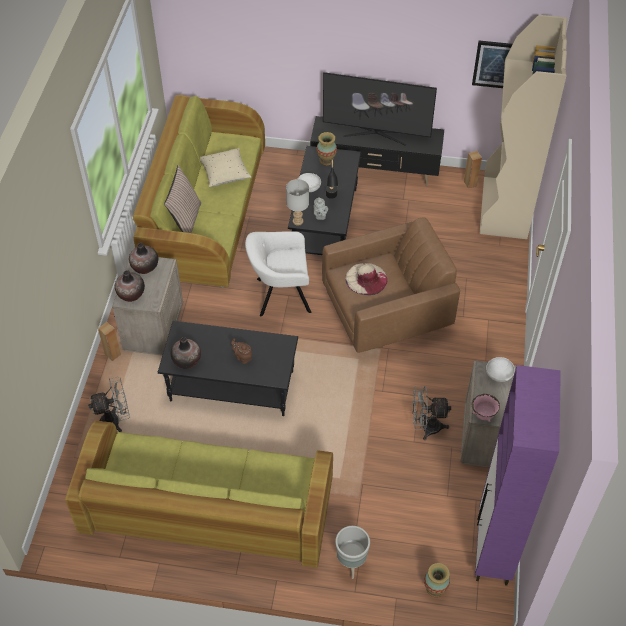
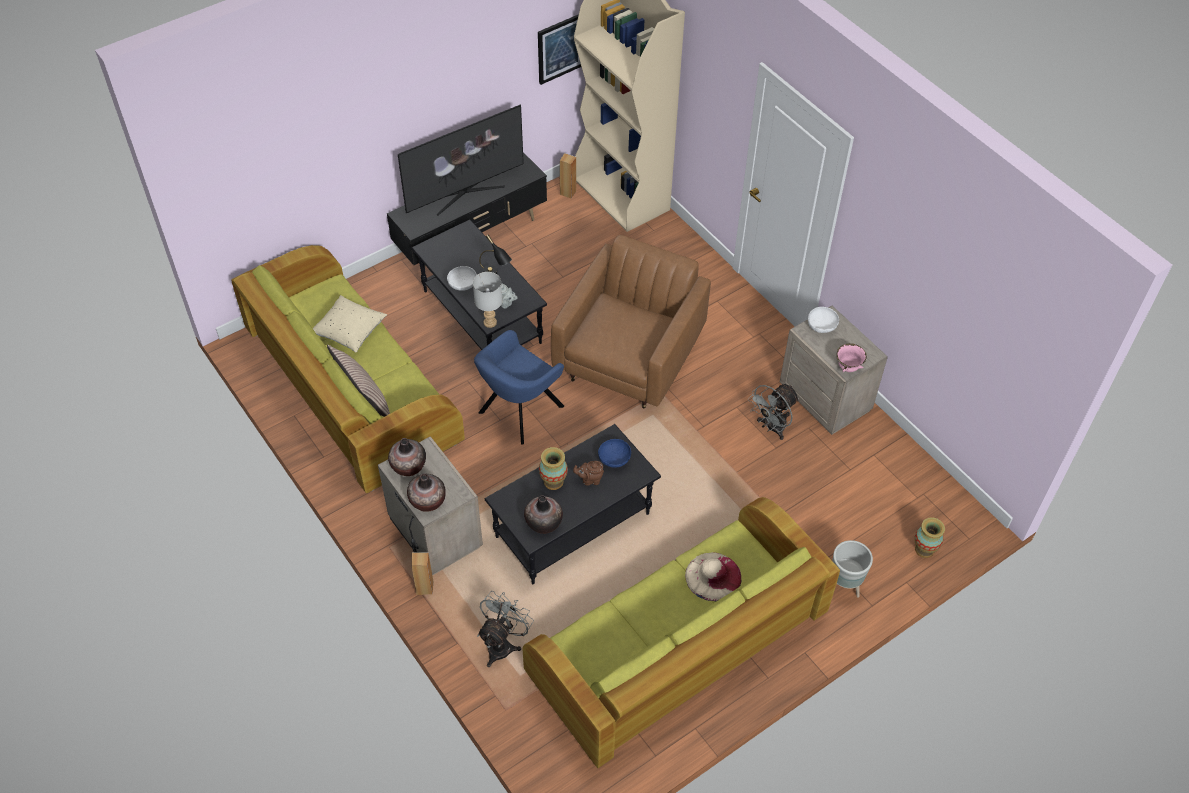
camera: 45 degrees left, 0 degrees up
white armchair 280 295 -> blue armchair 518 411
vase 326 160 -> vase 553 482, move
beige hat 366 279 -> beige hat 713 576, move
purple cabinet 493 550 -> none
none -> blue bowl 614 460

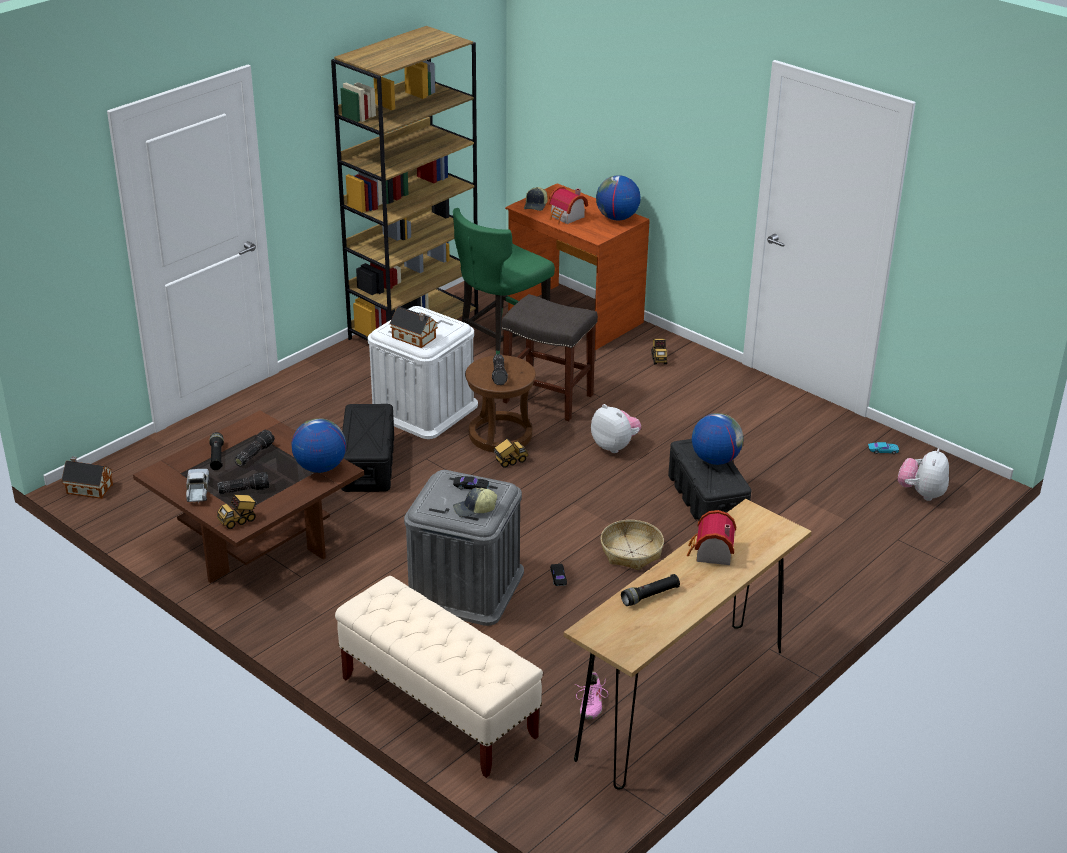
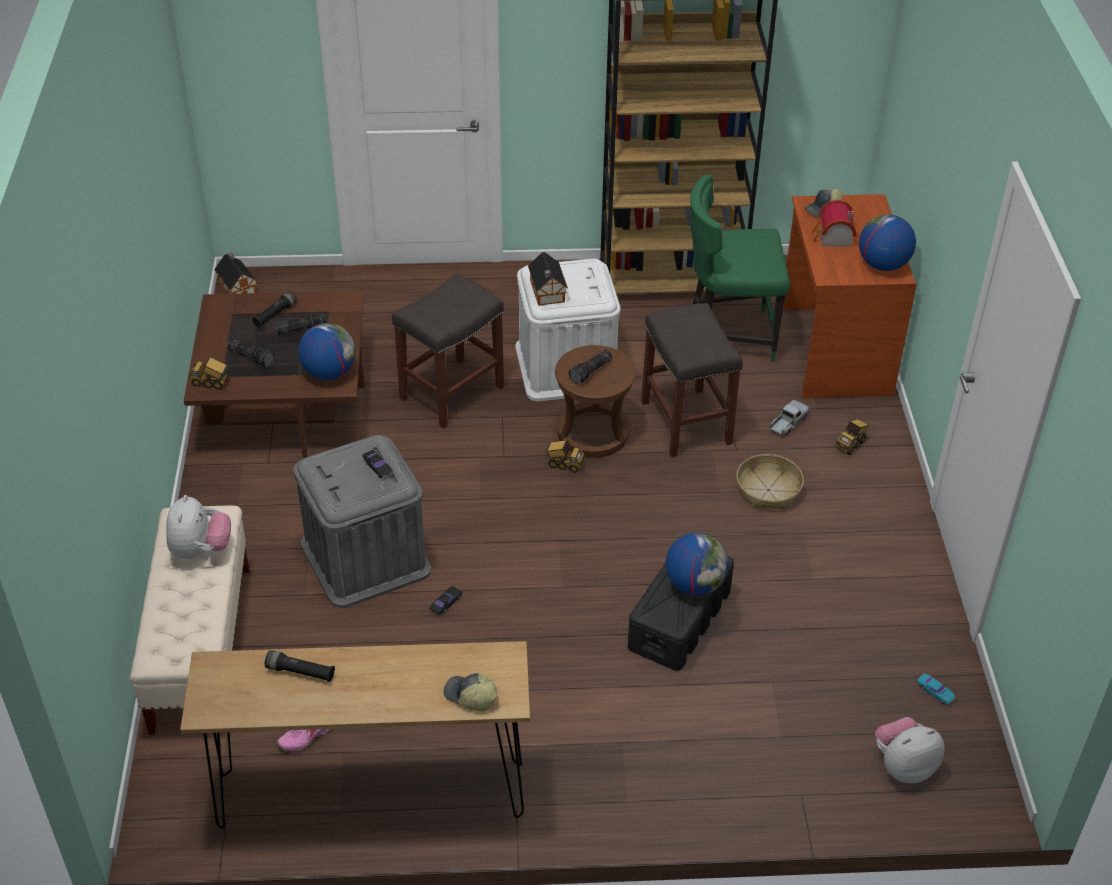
camera: 45 degrees right, 10 degrees up
toy truck 198 491 -> toy truck 788 423, move
black storage box 368 463 -> grey stool 452 392
cap 474 509 -> cap 470 696, move
plush toy 615 446 -> plush toy 200 550, move
basket 631 552 -> basket 768 490, move
toy house 711 553 -> none

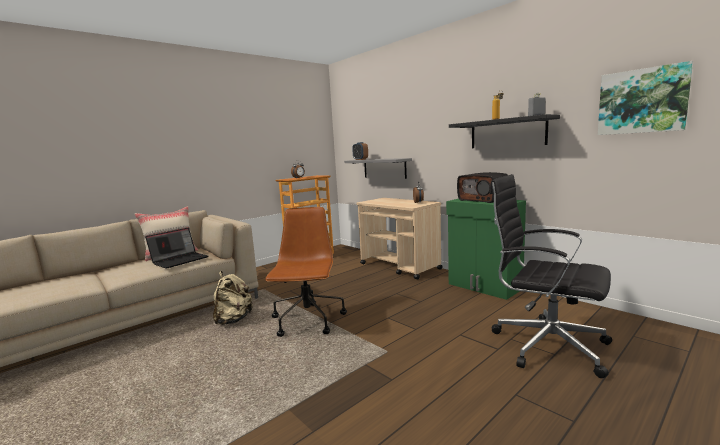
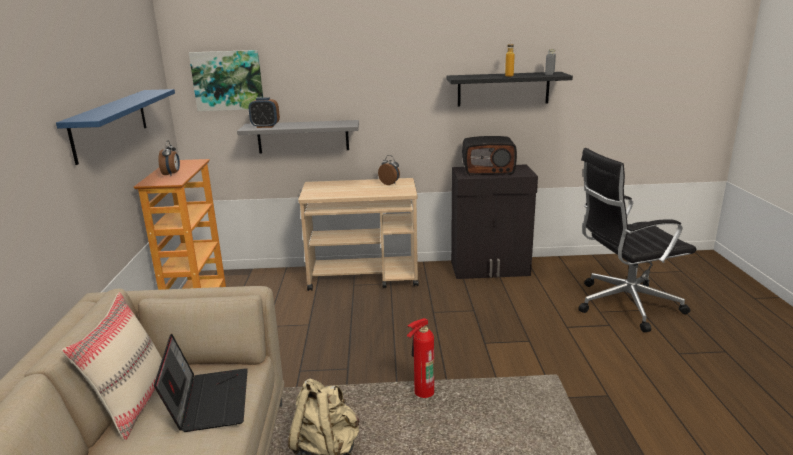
camera: 50 degrees left, 10 degrees up
brown office chair 308 321 -> fire extinguisher 421 392
green cabinet 484 287 -> black cabinet 490 269
picture 642 101 -> picture 228 80, move
none -> blue shelf 110 124

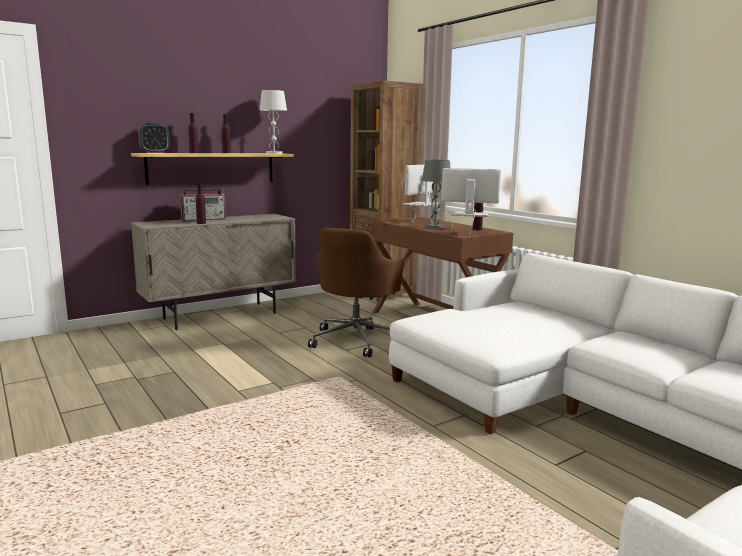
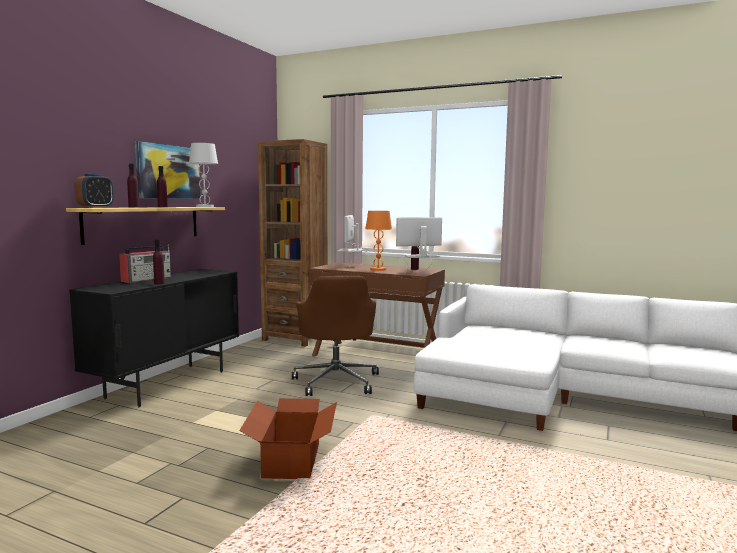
camera: 30 degrees left, 5 degrees down
beige cabinet 221 316 -> black cabinet 168 384
grey table lamp 434 227 -> orange table lamp 378 269
none -> picture 168 172
none -> cardboard box 290 460

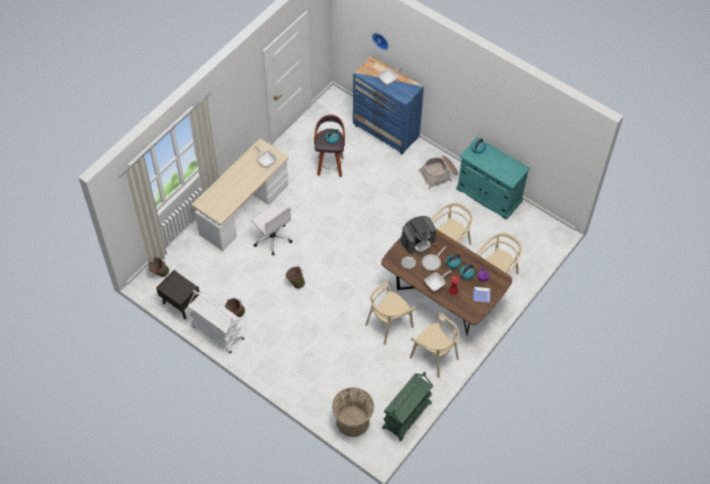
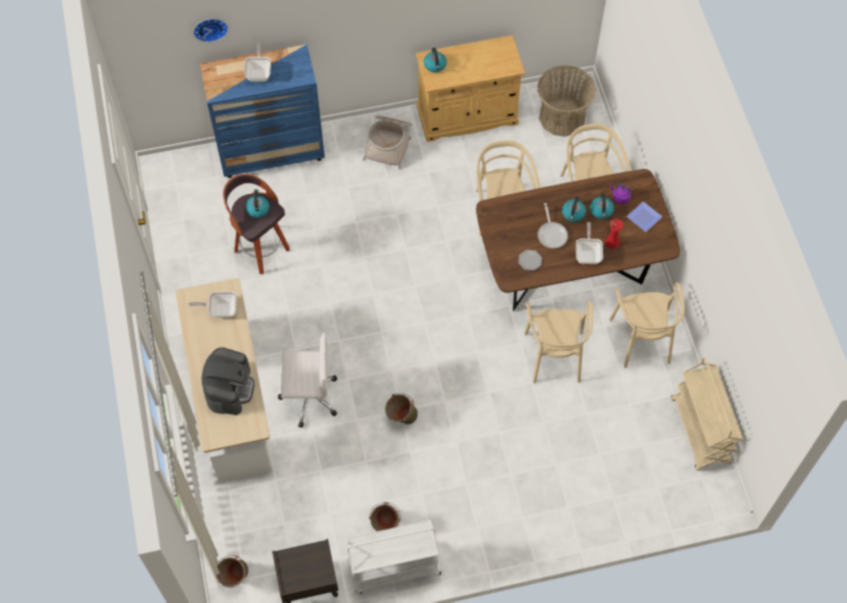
camera: 50 degrees left, 5 degrees up
basket 352 421 -> basket 562 117, move
green cart 407 416 -> beige cart 700 431
coffee machine 418 240 -> coffee machine 229 388, move
beige chair 434 356 -> beige chair 642 339, 90 degrees clockwise
turquoise cabinet 489 195 -> beige cabinet 467 115

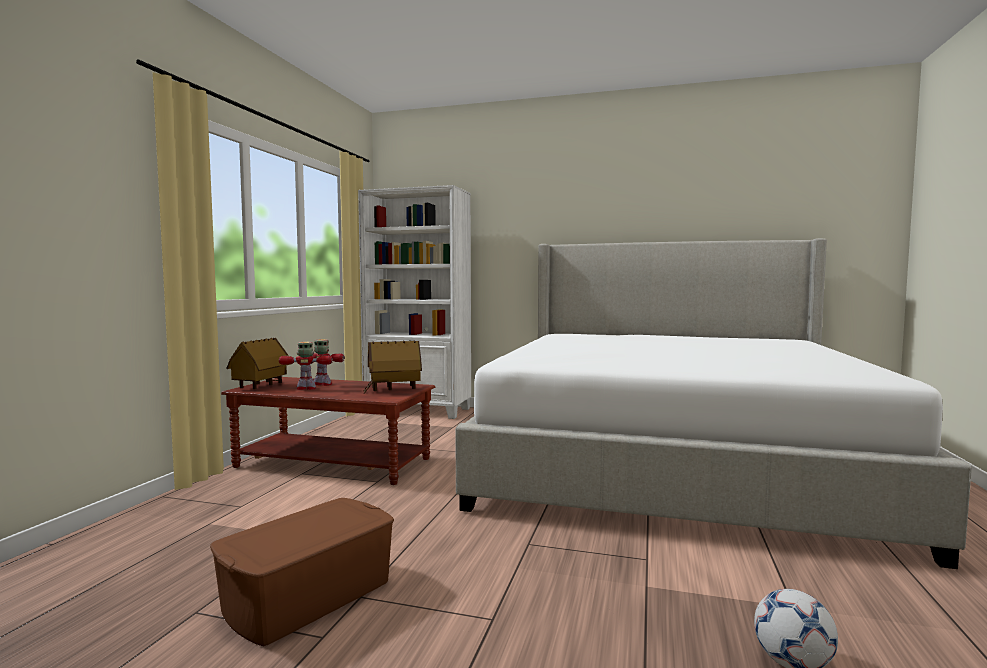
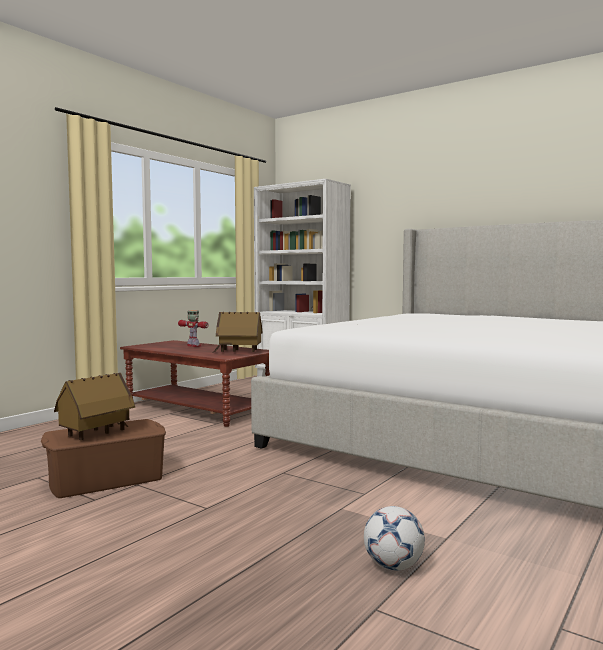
camera: 20 degrees right, 0 degrees up
toy house 261 386 -> toy house 96 434, move
toy robot 307 388 -> none

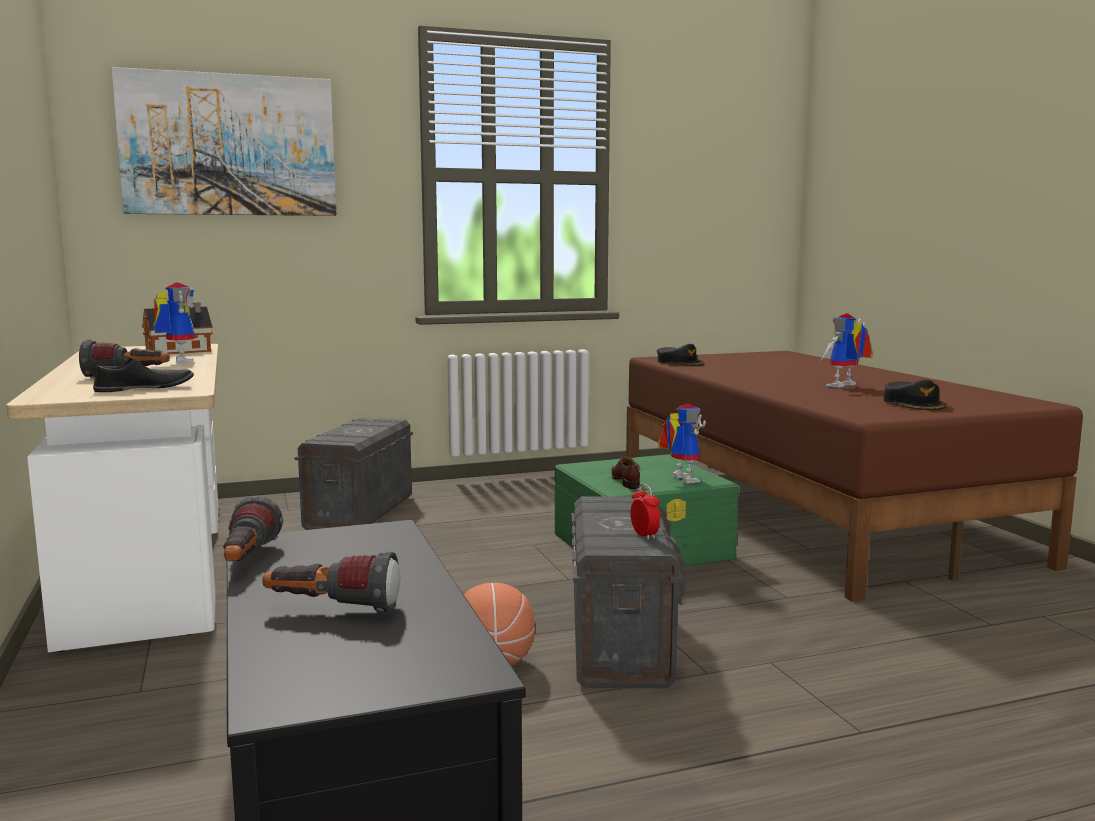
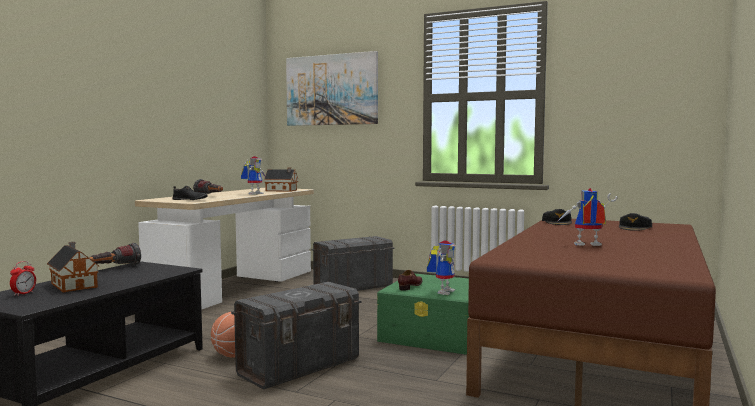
camera: 45 degrees right, 5 degrees down
flashlight 332 610 -> toy house 74 285
alarm clock 644 535 -> alarm clock 23 293, move
black cap 914 404 -> black cap 635 228, move

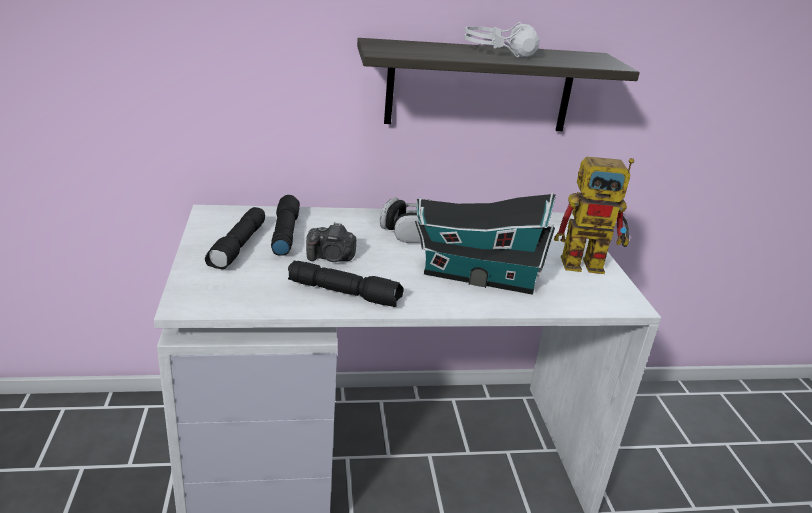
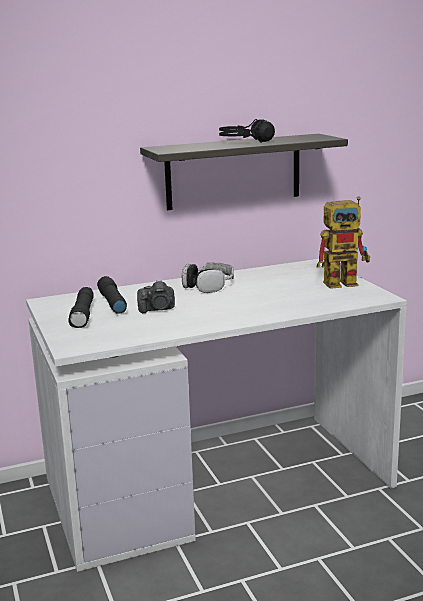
camera: 10 degrees left, 10 degrees down
black flashlight 345 293 -> none
toy house 475 276 -> none
white headphones 499 52 -> black headphones 246 141

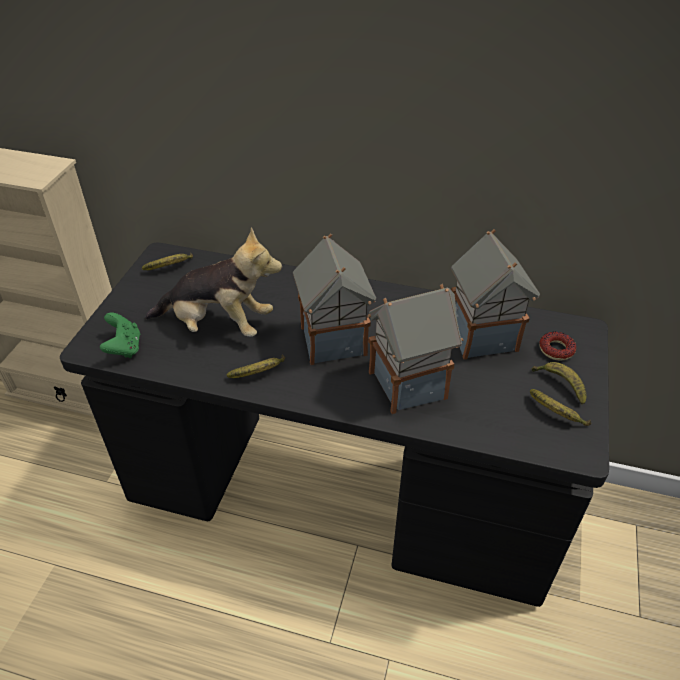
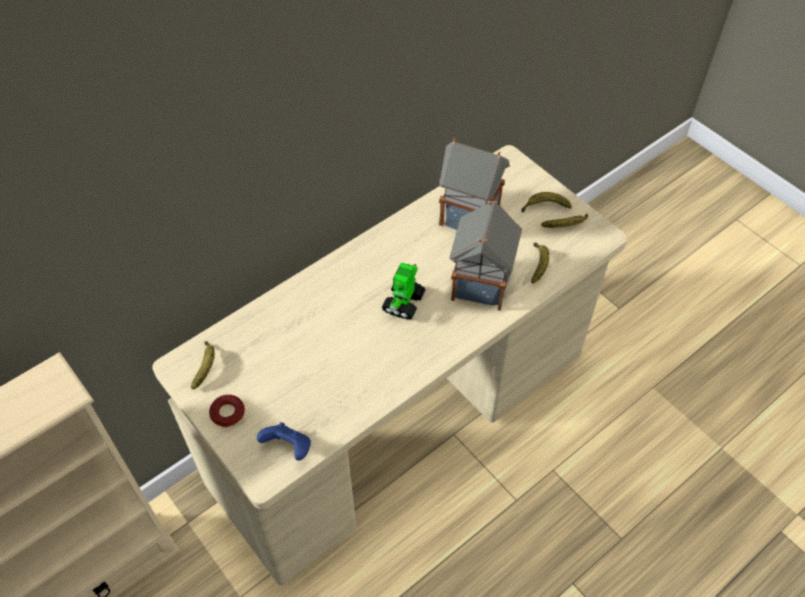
camera: 55 degrees left, 10 degrees up
black desk 340 495 -> beige desk 401 418
green game controller 124 348 -> blue game controller 288 448
plush toy 218 325 -> none
banana 259 373 -> banana 538 265, move
toy house 334 342 -> toy robot 403 303
donut 556 349 -> donut 227 413, move

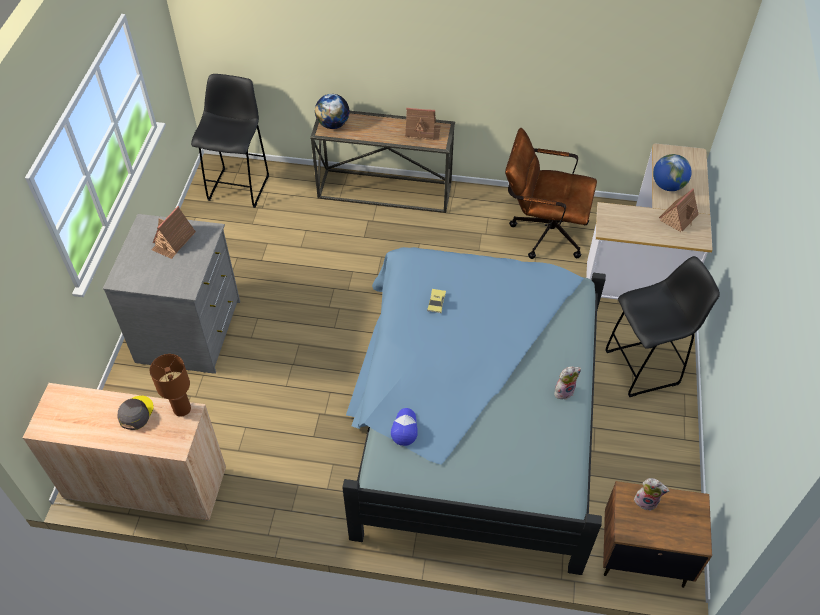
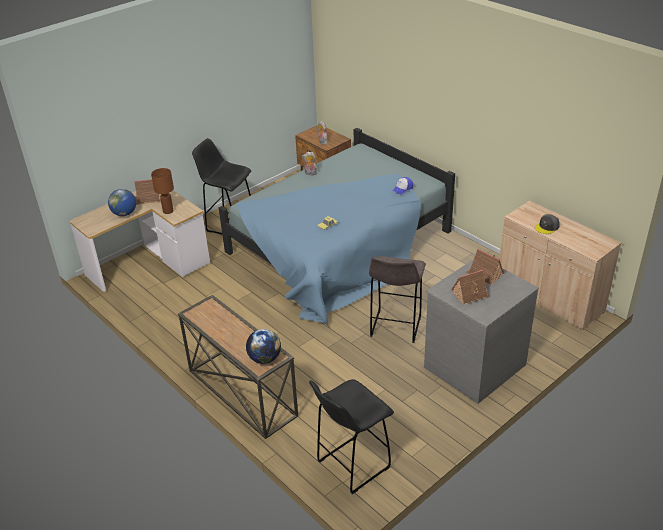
camera: 140 degrees left, 15 degrees down
brown table lamp 182 408 -> brown table lamp 168 211, move
toy house 422 131 -> toy house 484 274, move
brown office chair 542 231 -> none
none -> grey stool 395 327

